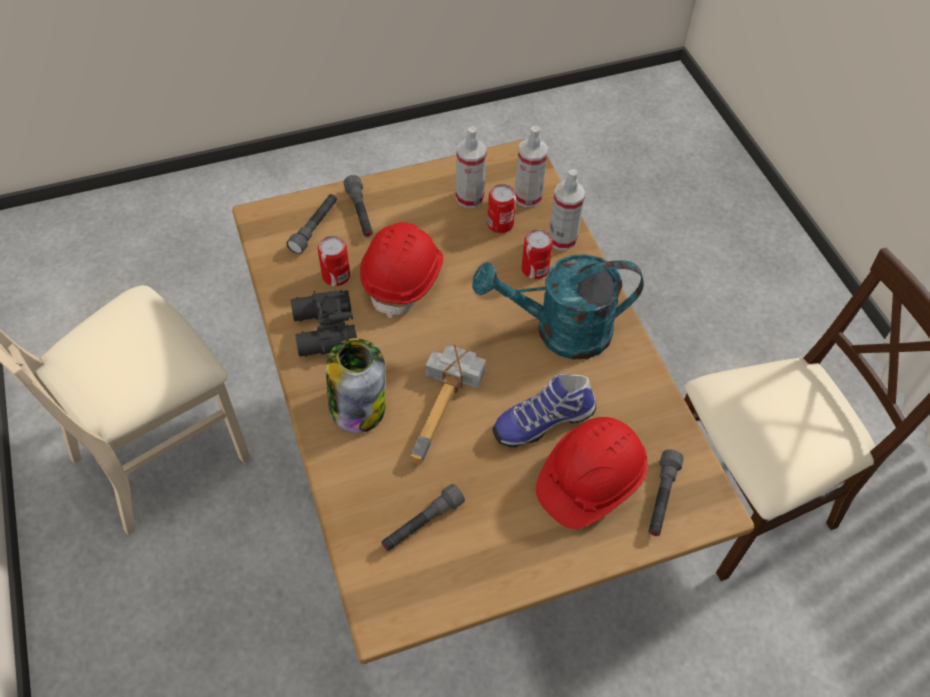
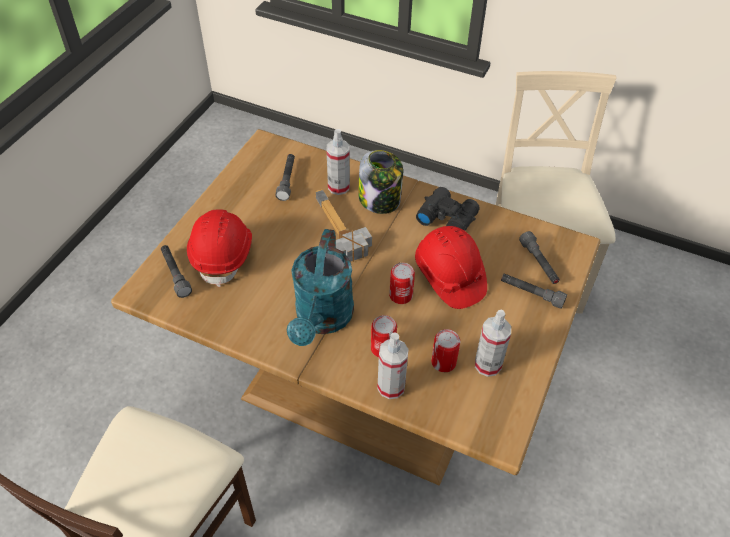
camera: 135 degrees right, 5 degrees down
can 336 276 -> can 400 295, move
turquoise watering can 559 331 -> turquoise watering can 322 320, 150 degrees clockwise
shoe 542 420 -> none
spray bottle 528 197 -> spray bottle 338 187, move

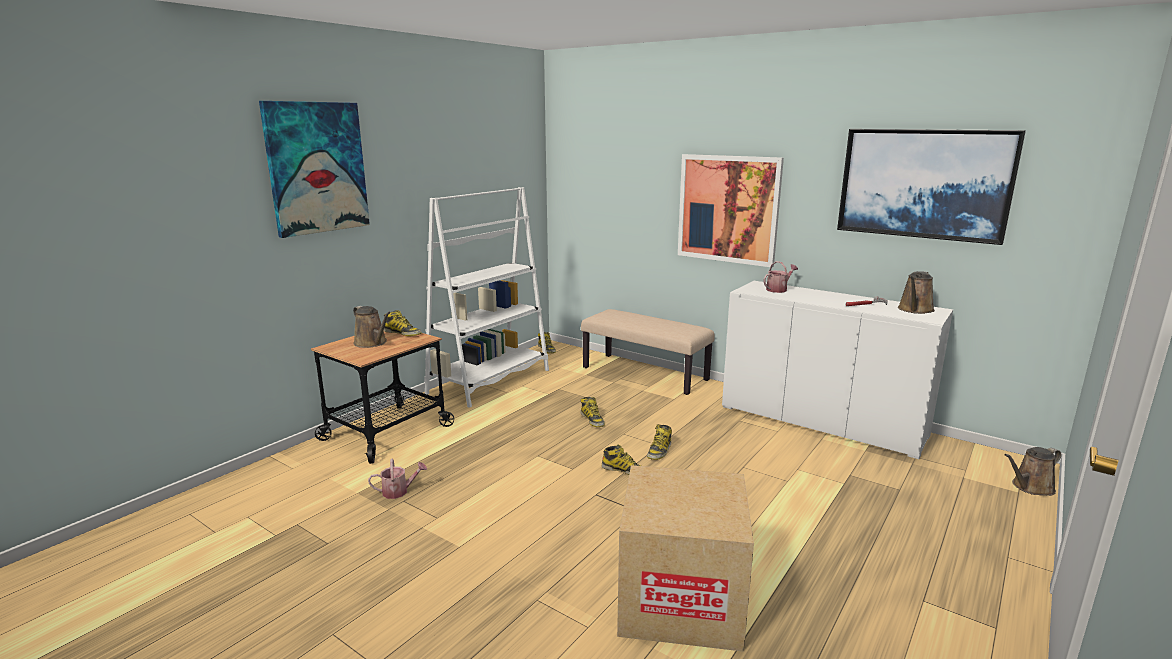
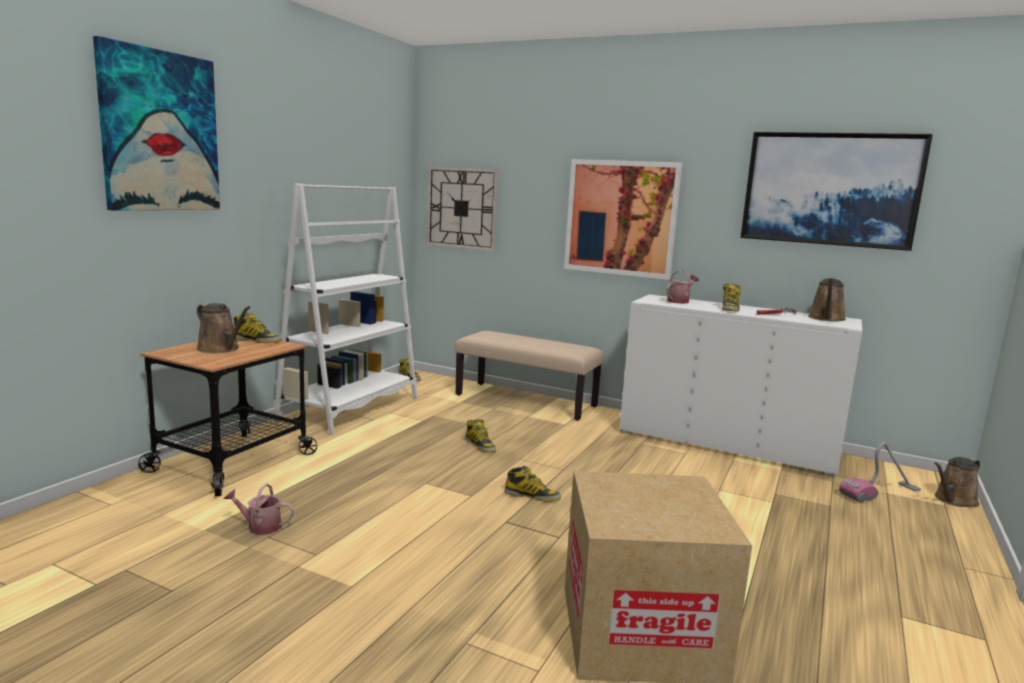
camera: 10 degrees left, 5 degrees down
watering can 399 491 -> watering can 260 526, 150 degrees counterclockwise
boot 659 451 -> boot 729 308, move
none -> wall clock 462 208
none -> vacuum cleaner 880 492

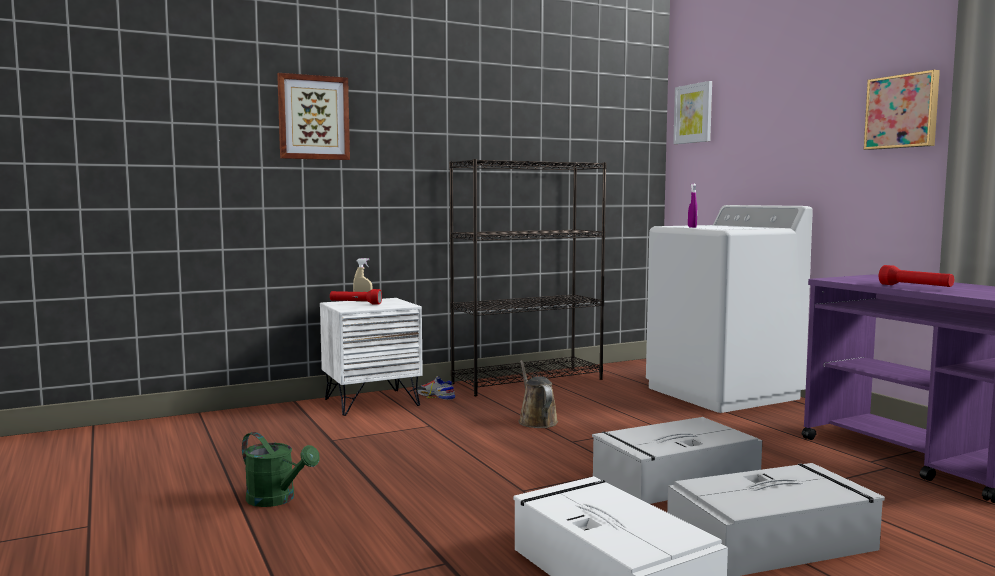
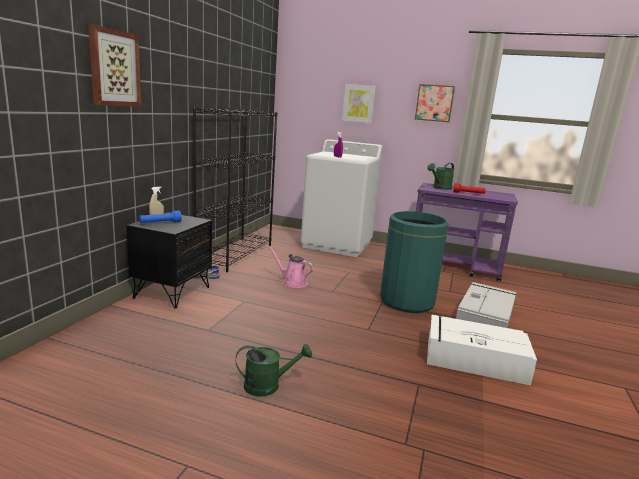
camera: 45 degrees left, 10 degrees up
white nightstand 371 402 -> black nightstand 172 292
red flashlight 355 304 -> blue flashlight 160 223
brown watering can 536 421 -> pink watering can 292 282
grey storage box 673 479 -> green trash can 406 301
picture 693 113 -> picture 359 103, move
none -> green watering can 440 188

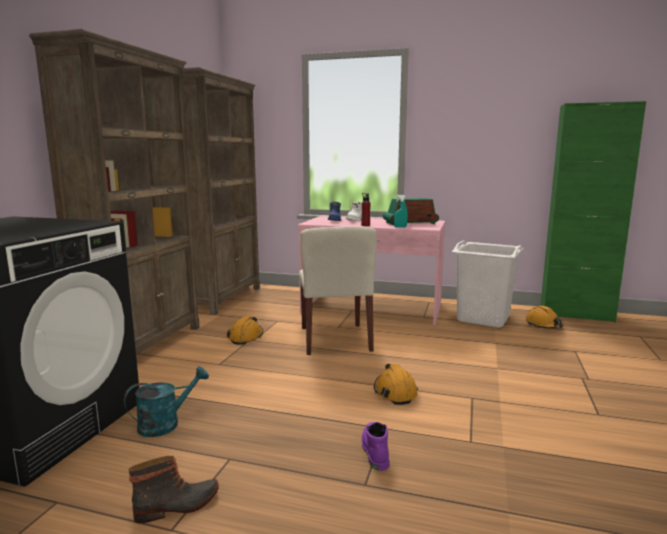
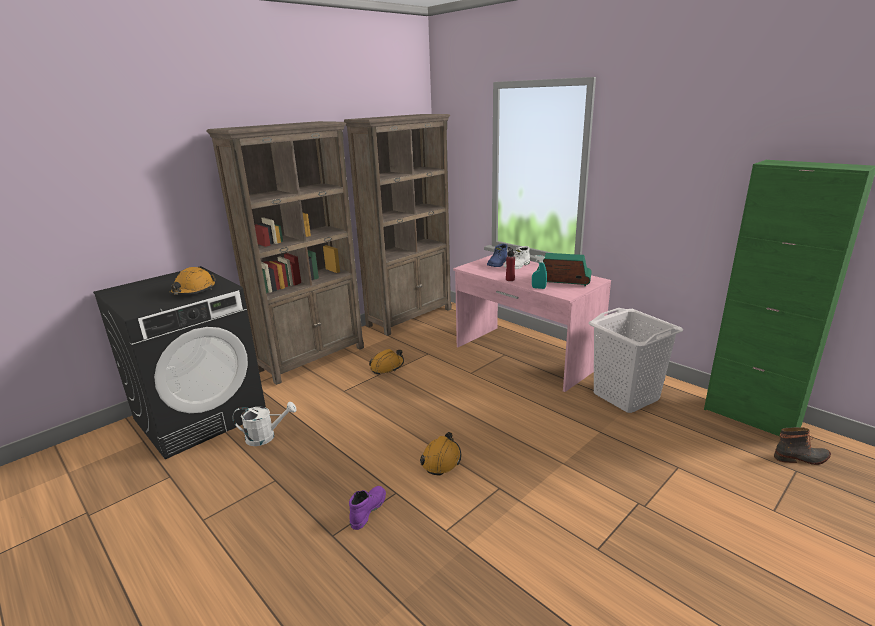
camera: 30 degrees right, 10 degrees up
turquoise watering can 166 423 -> white watering can 266 437
boot 178 506 -> boot 801 458, move
beige chair 335 339 -> none
orange hard hat 543 325 -> orange hard hat 193 291, move

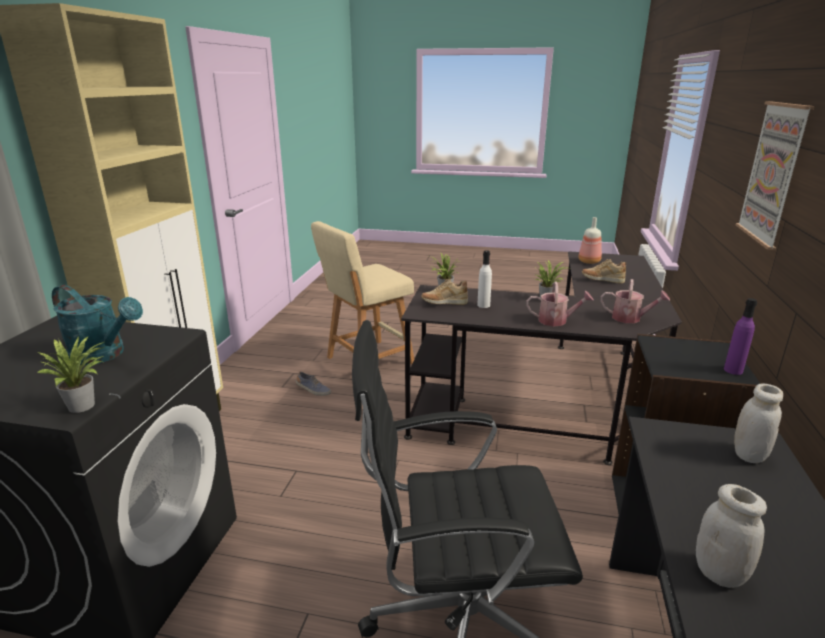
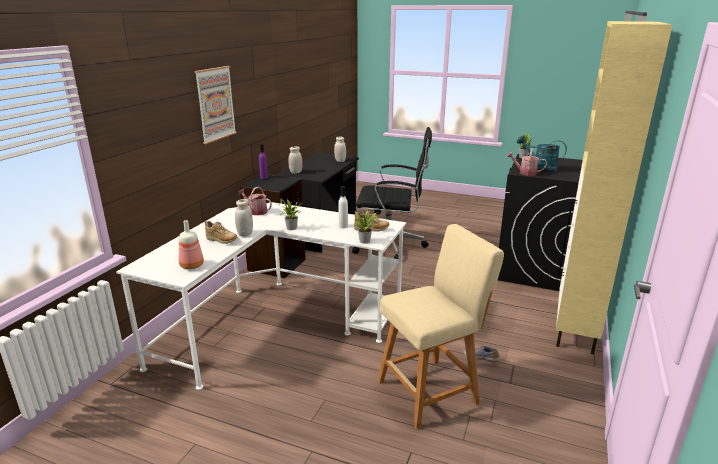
camera: 170 degrees left, 0 degrees up
black desk 555 405 -> white desk 275 321
watering can 556 321 -> watering can 525 173, move
none -> white jar 245 234

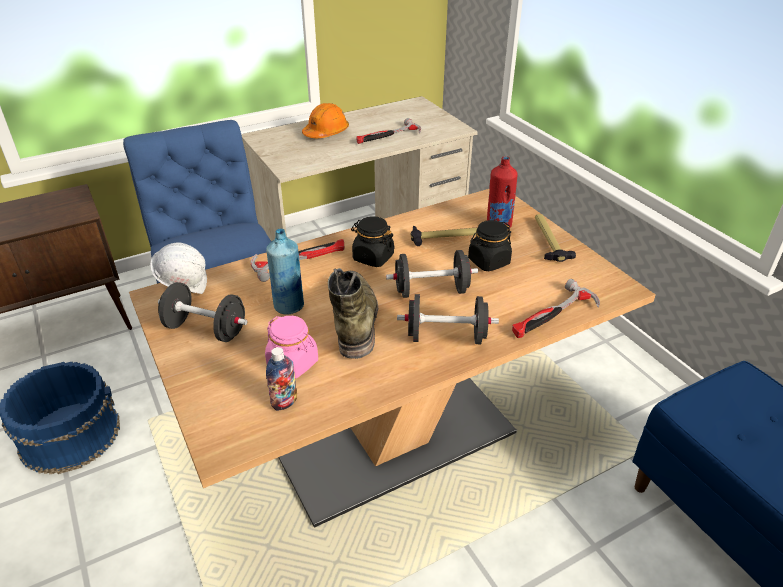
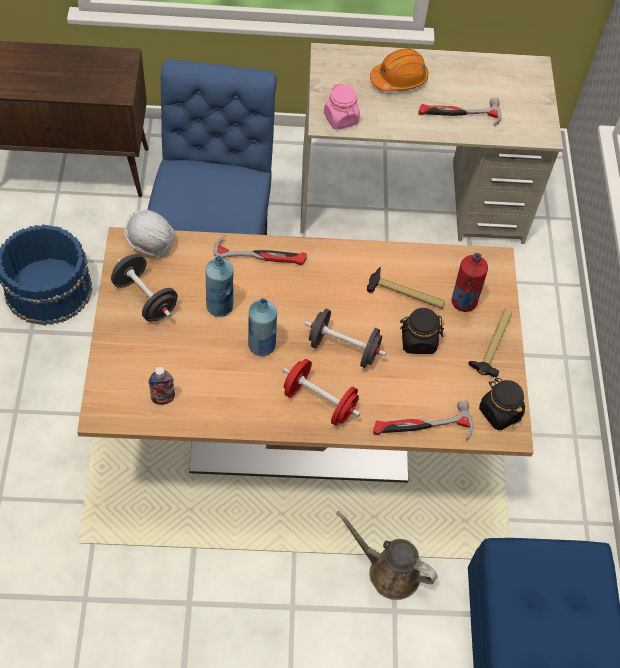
camera: 25 degrees right, 20 degrees up
pink jar 293 363 -> pink jar 341 119, move
green boot 354 319 -> blue bottle 261 346
black jar 373 257 -> black jar 499 412, move
black dumbbell 446 337 -> red dumbbell 319 402
none -> brown watering can 389 571

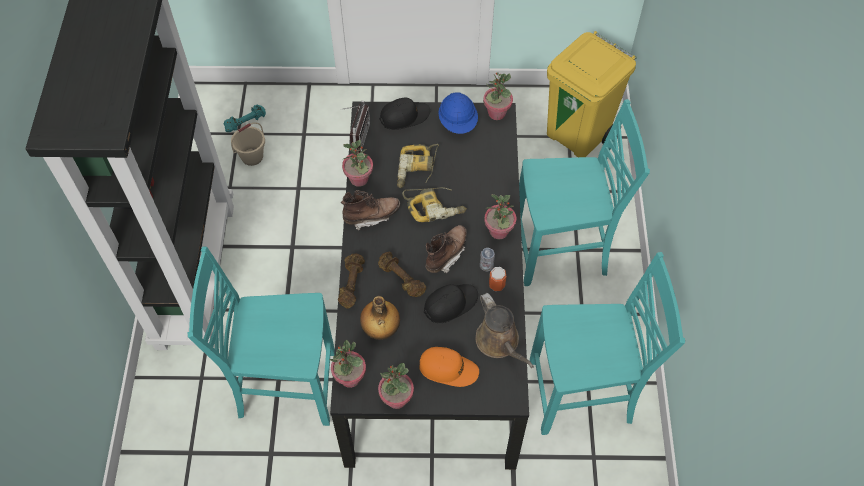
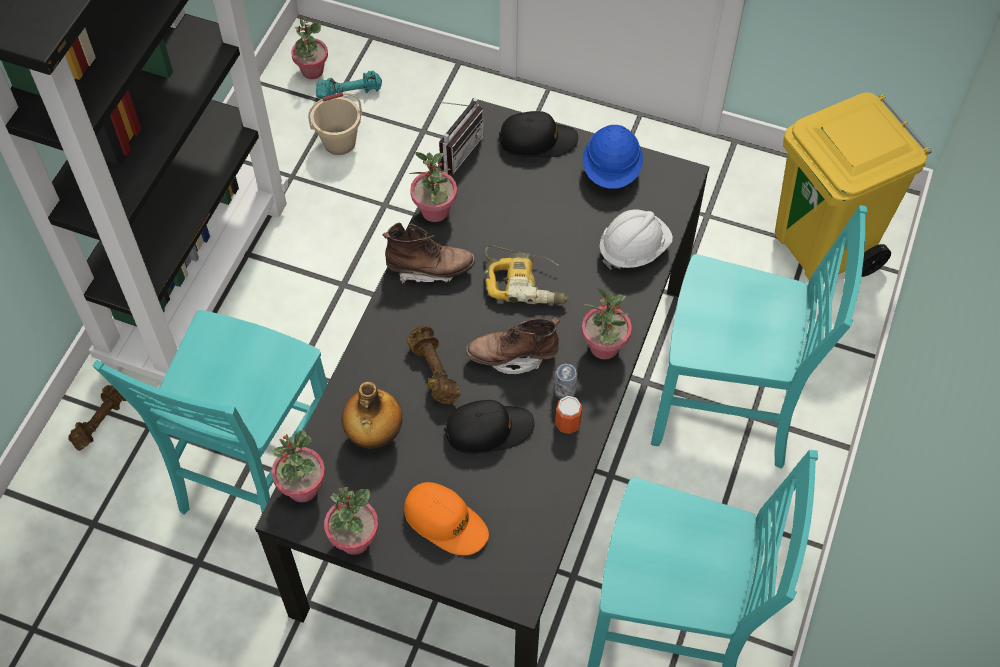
camera: 20 degrees right, 0 degrees up
turquoise chair 284 385 -> turquoise chair 254 474, 90 degrees counterclockwise
brown dumbbell 351 284 -> brown dumbbell 100 422, move
power drill 417 169 -> none
brown boot 446 254 -> brown boot 513 356, 150 degrees counterclockwise
brown watering can 499 342 -> none
potted plant 496 113 -> potted plant 312 71, move
none -> white hard hat 633 249

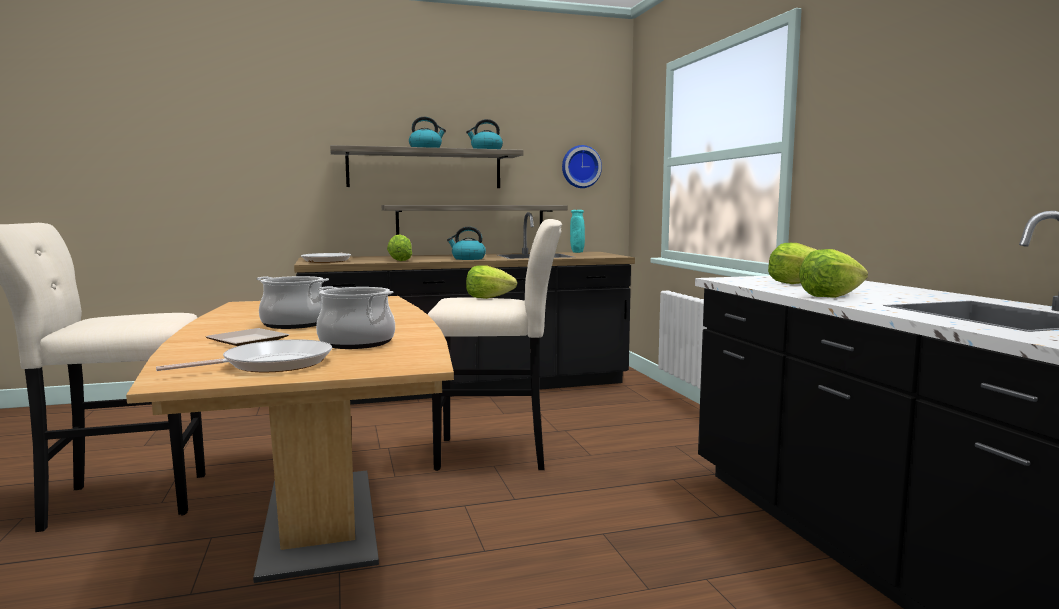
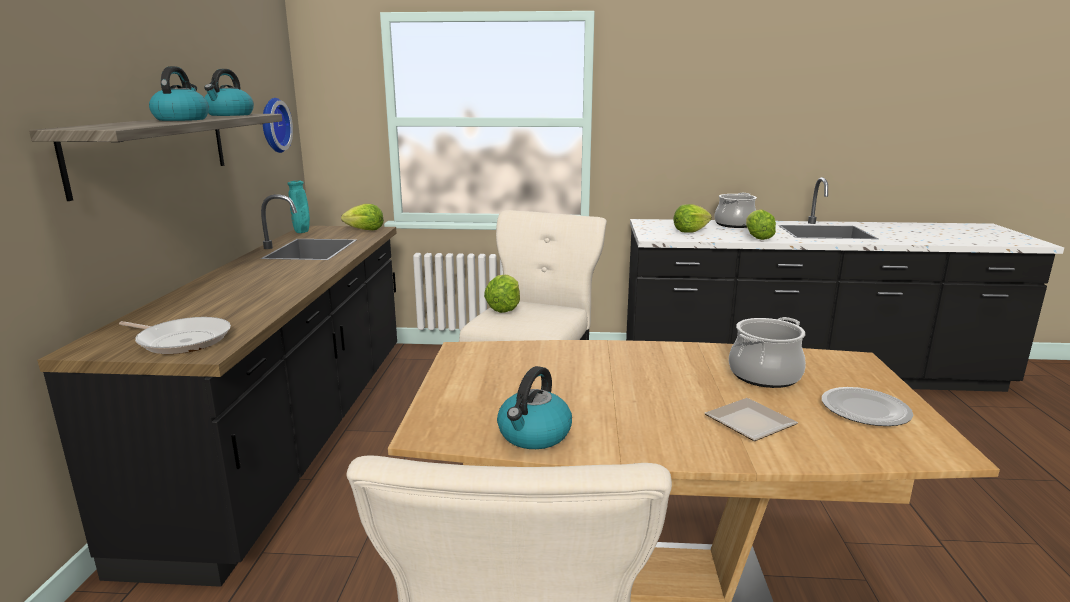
camera: 70 degrees left, 10 degrees up
frying pan 271 364 -> plate 865 410
cooking pot 294 324 -> cooking pot 735 224, move
shelf 471 222 -> none
lettuce 400 260 -> lettuce 365 230, move
kettle 468 259 -> kettle 534 435, move

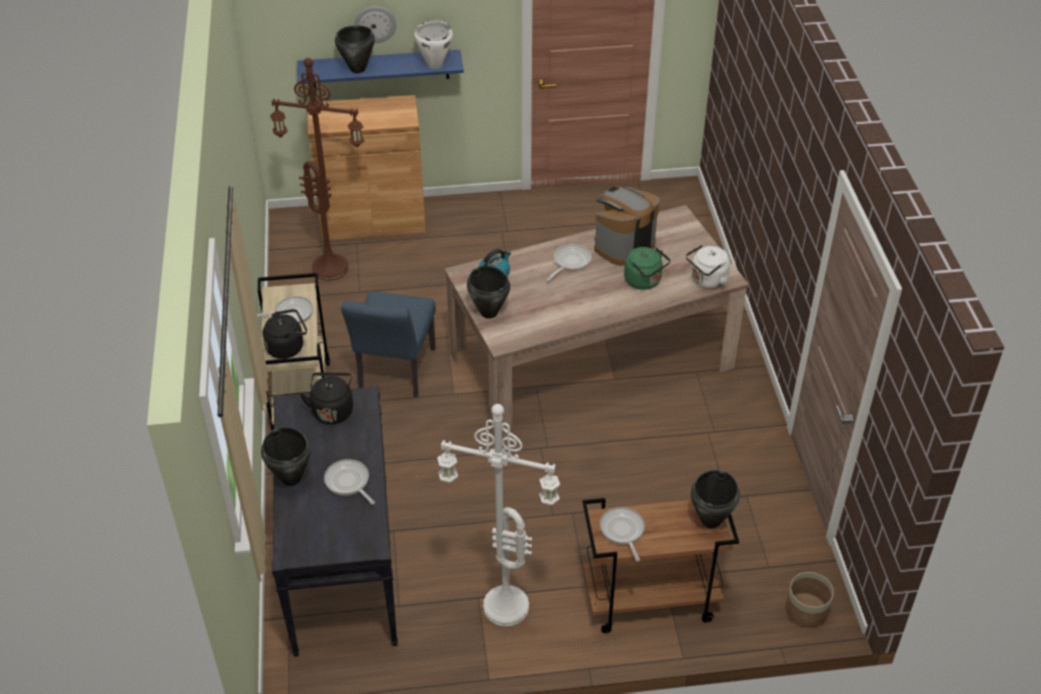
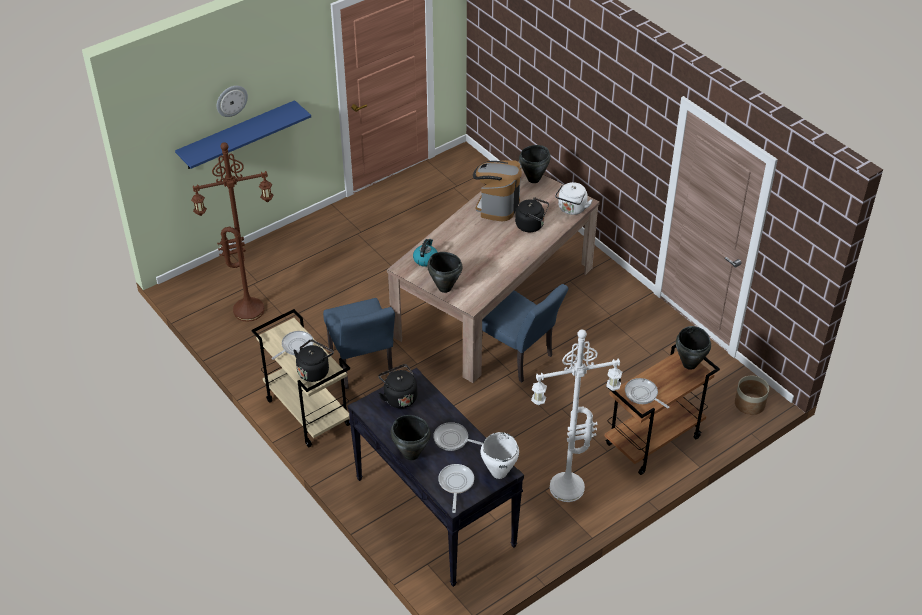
camera: 30 degrees left, 0 degrees up
brown cabinet 373 220 -> none
black cooking pot 358 69 -> black cooking pot 534 179, move
white cooking pot 434 64 -> white cooking pot 498 473, move
frying pan 570 262 -> frying pan 455 484, move
green kettle 644 281 -> black kettle 531 225
none -> blue chair 519 358

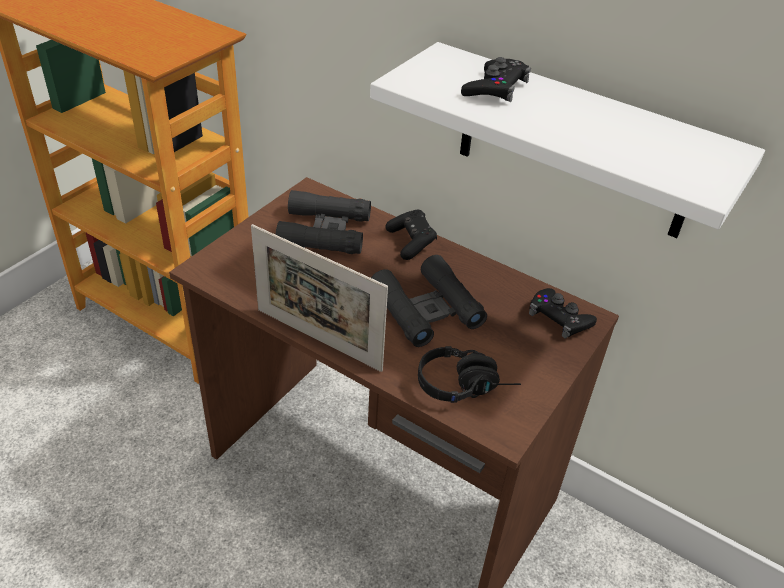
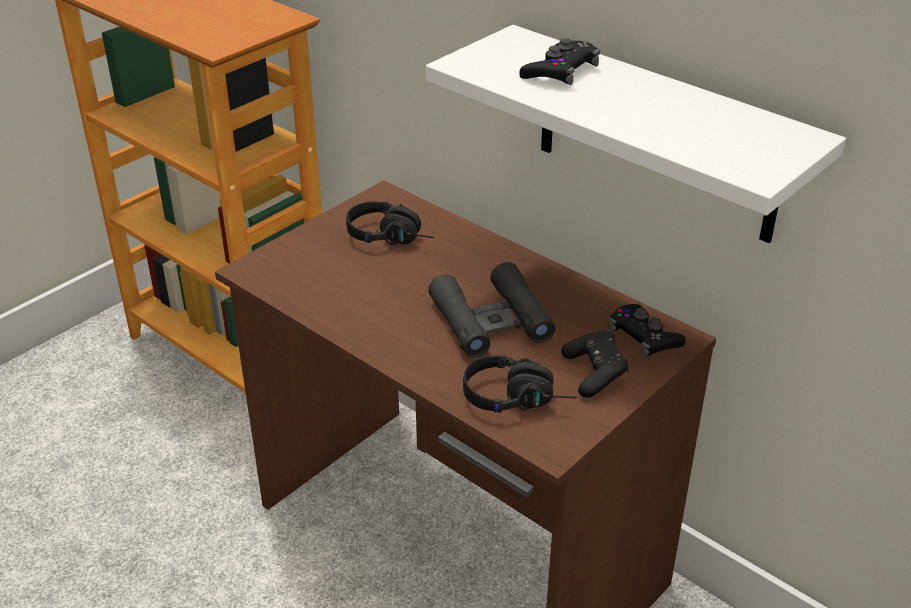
camera: 10 degrees right, 5 degrees down
picture frame 318 339 -> none
black binoculars 325 231 -> black headphones 392 237
black game controller 411 242 -> black game controller 594 373, move

